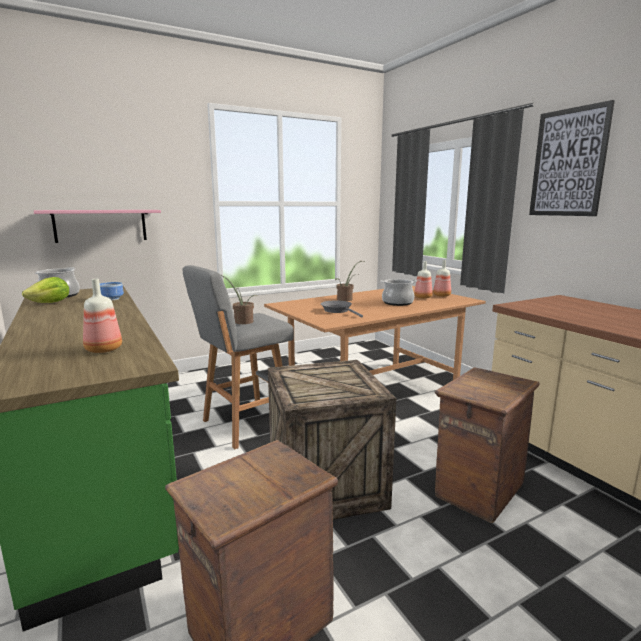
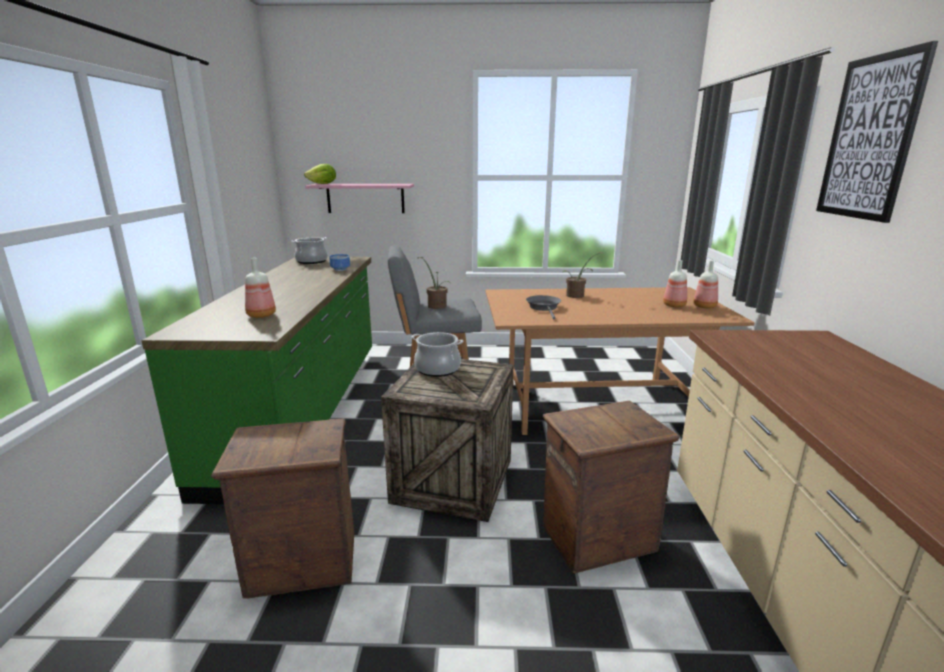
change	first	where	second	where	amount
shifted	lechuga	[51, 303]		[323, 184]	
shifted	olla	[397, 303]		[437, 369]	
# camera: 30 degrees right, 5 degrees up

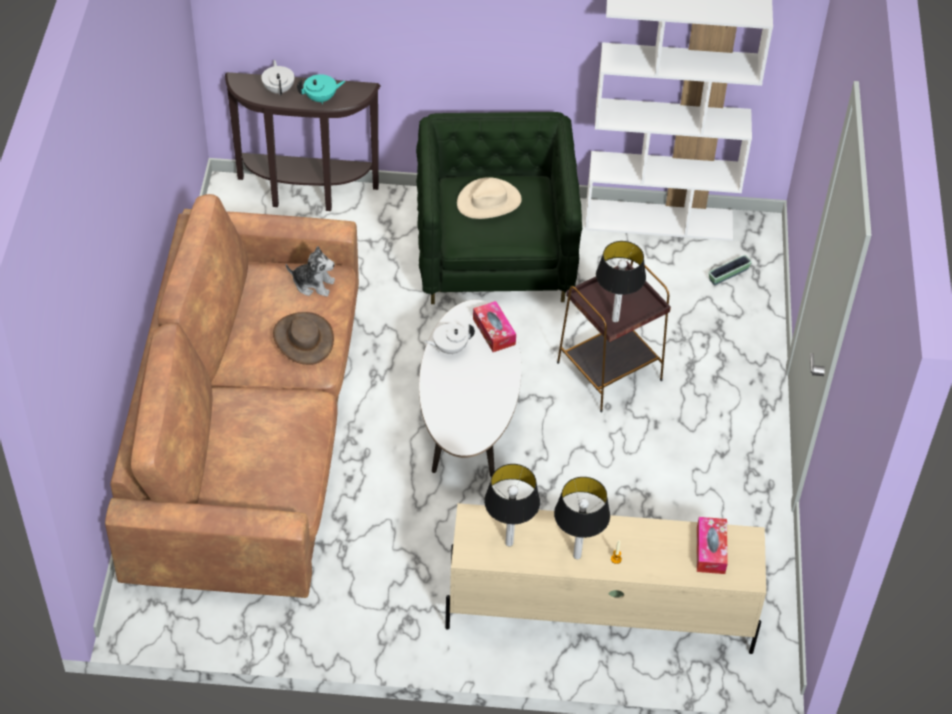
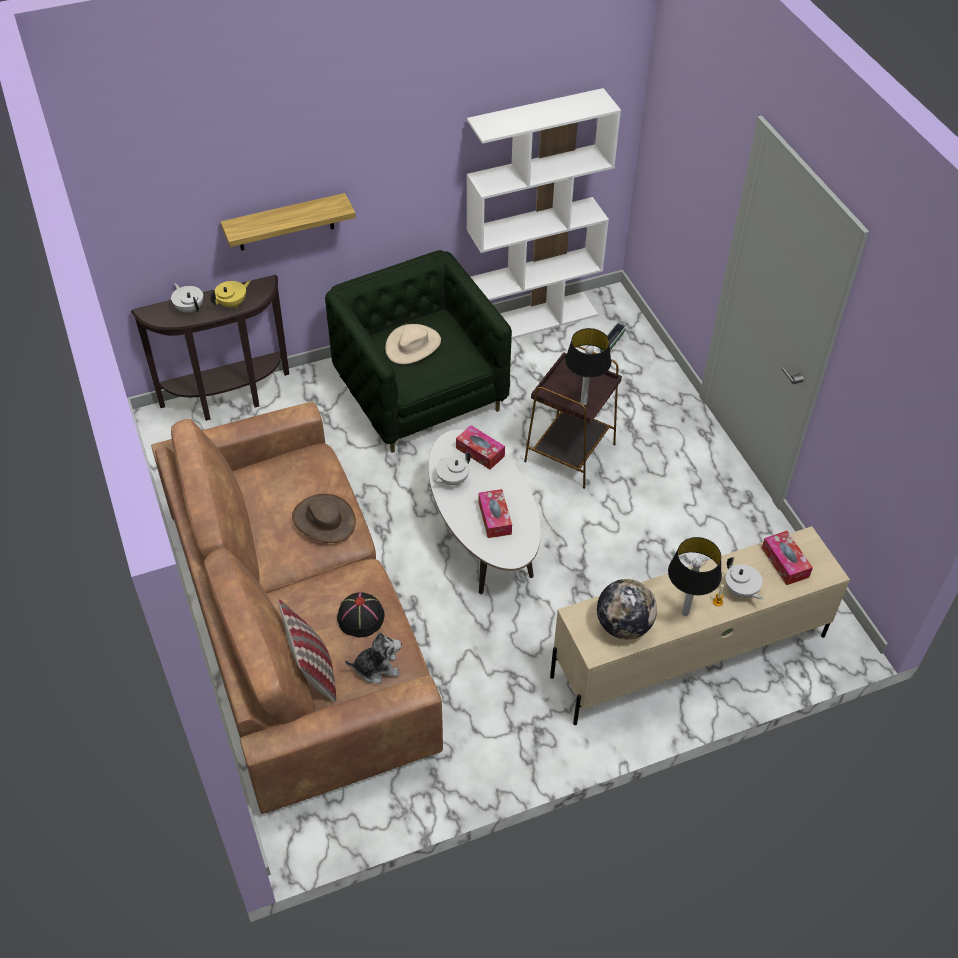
change	first	where	second	where	amount
repainted	tetera/turquesa	[321, 98]	tetera/amarillo	[233, 303]	
shifted	peluche	[313, 284]		[377, 668]	
swapped	lámpara de mesa	[510, 543]	globo terráqueo	[623, 625]	
new			estante	[285, 223]	
new			caja de pañuelos	[494, 518]	
new			tetera/blanco	[740, 591]	
new			sombrero/negro	[360, 618]	
new			cojín	[313, 670]	
# camera: 25 degrees left, 0 degrees up

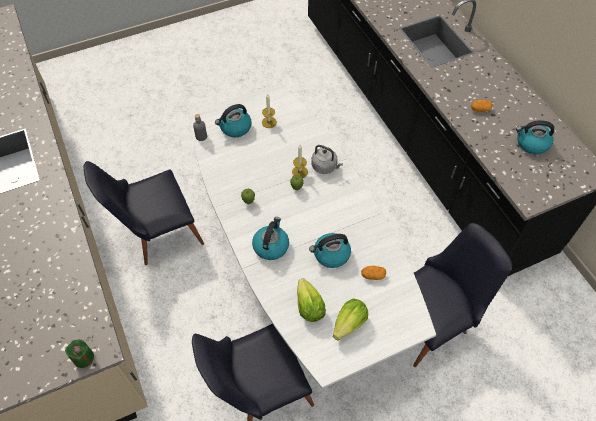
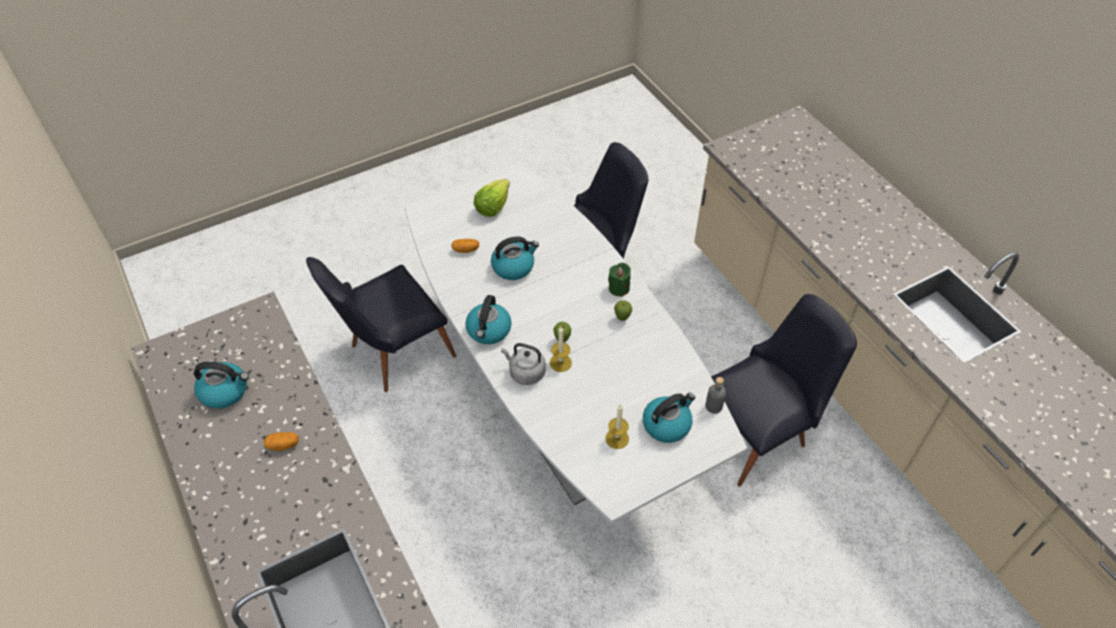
change	first	where	second	where	amount
shifted	hervidor	[271, 246]		[489, 330]	
gone	lechuga	[309, 307]			
shifted	vela/verde	[83, 358]		[619, 288]	
# camera: 175 degrees right, 5 degrees down

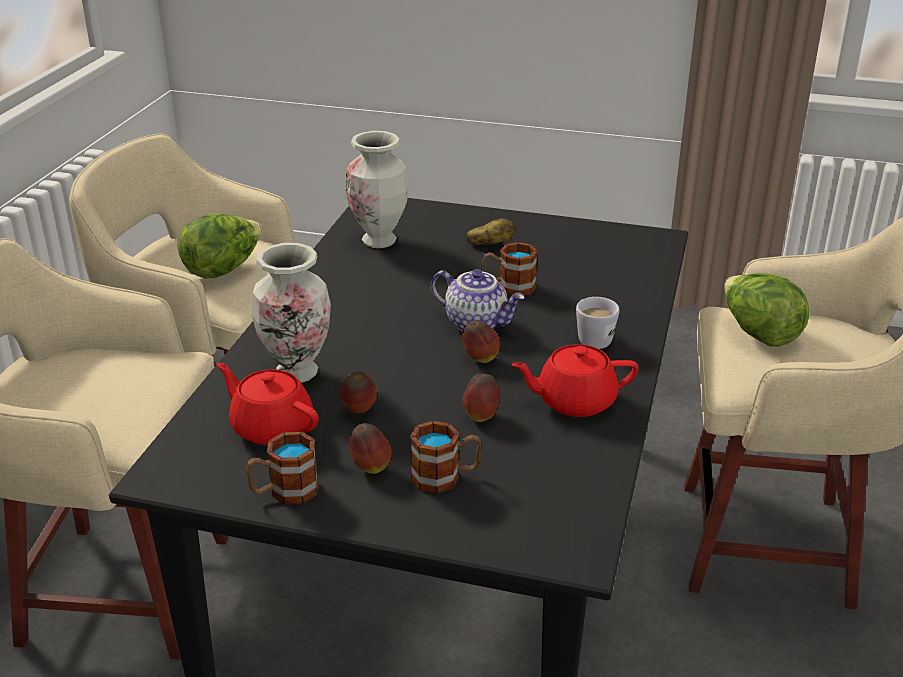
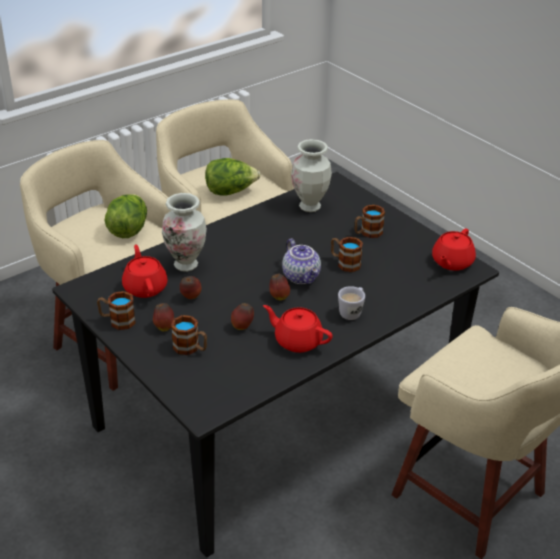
change	first	where	second	where	amount
swapped	patata	[490, 244]	taza grande	[367, 233]	
shifted	lechuga	[758, 333]		[128, 229]	
new			tetera/rojo	[451, 262]	
# camera: 35 degrees right, 5 degrees up

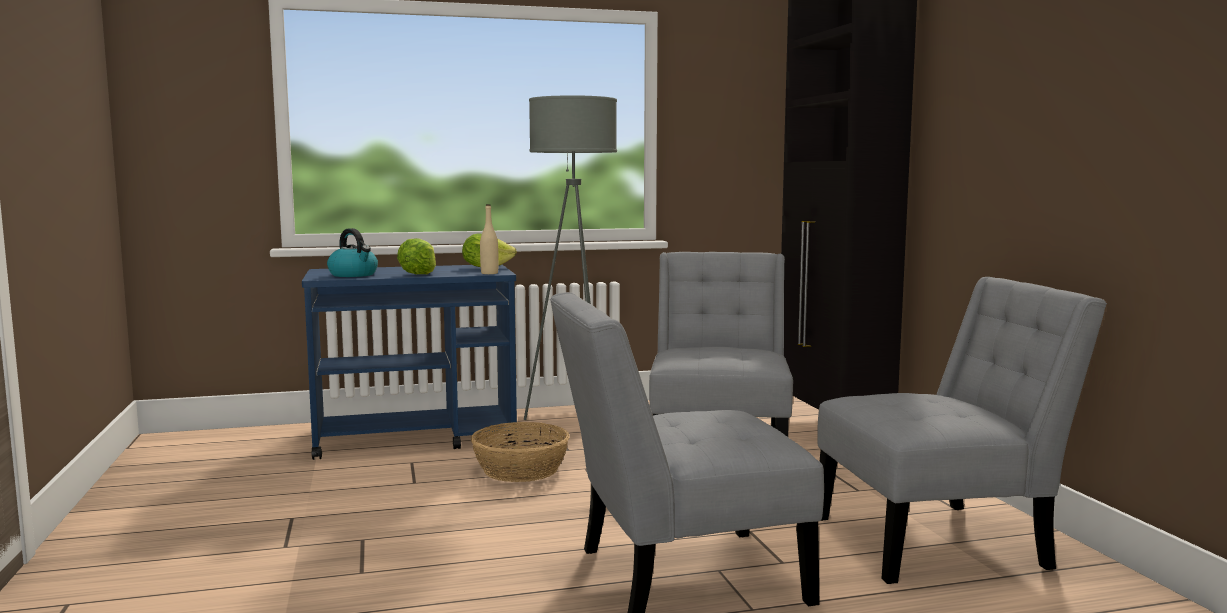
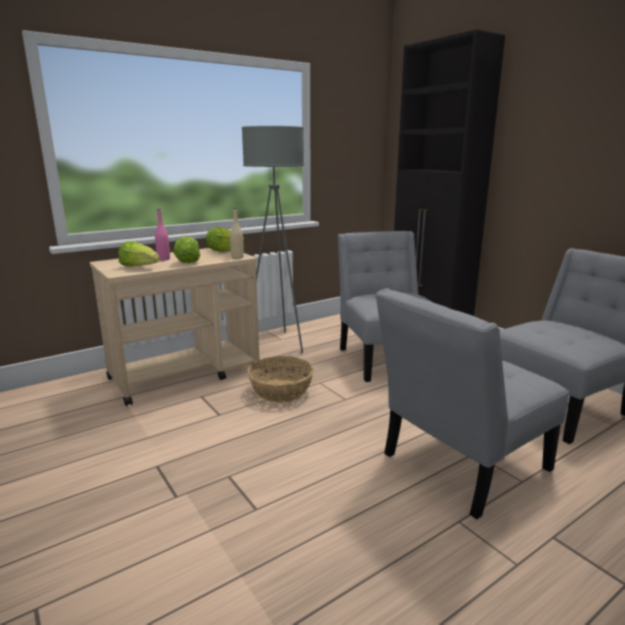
change	first	where	second	where	amount
swapped	hervidor	[354, 275]	lechuga	[139, 267]	
repainted	carrito/azul	[417, 438]	carrito/beis	[186, 374]	
new			botella/rosa	[163, 259]	
# camera: 20 degrees left, 10 degrees up

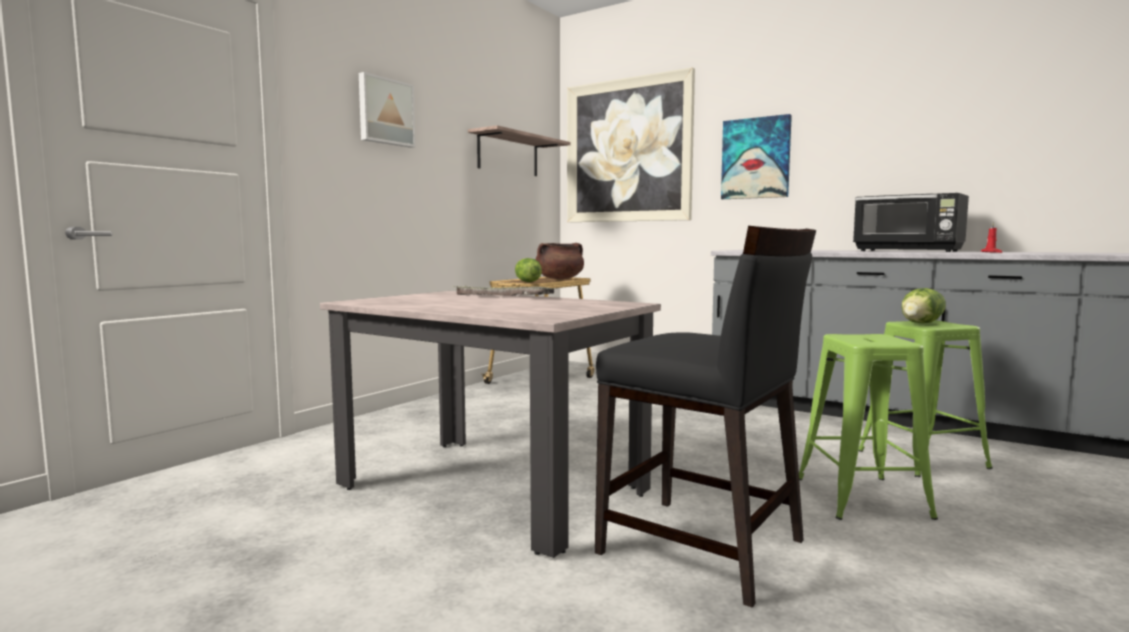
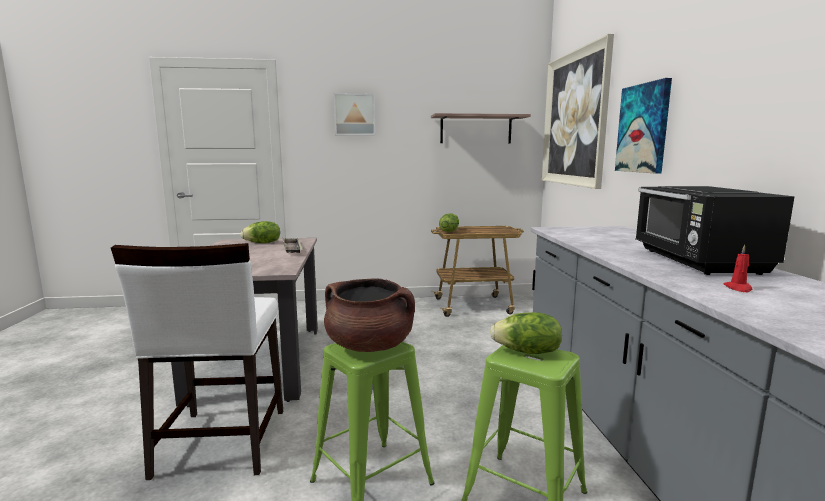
change	first	where	second	where	amount
repainted	silla/negro	[702, 548]	silla/blanco	[220, 442]	
shifted	olla/marrón	[559, 279]		[369, 346]	
new			lechuga	[262, 243]	
# camera: 50 degrees right, 5 degrees up

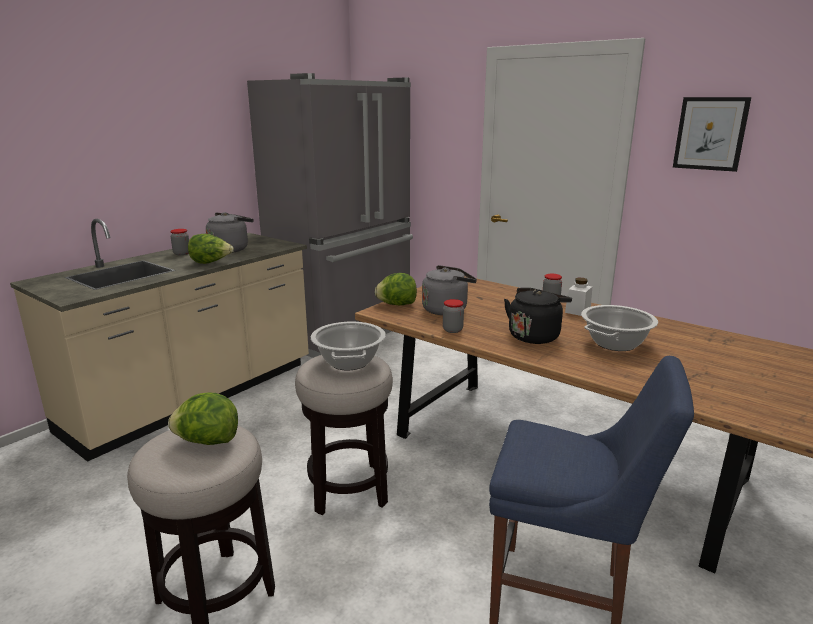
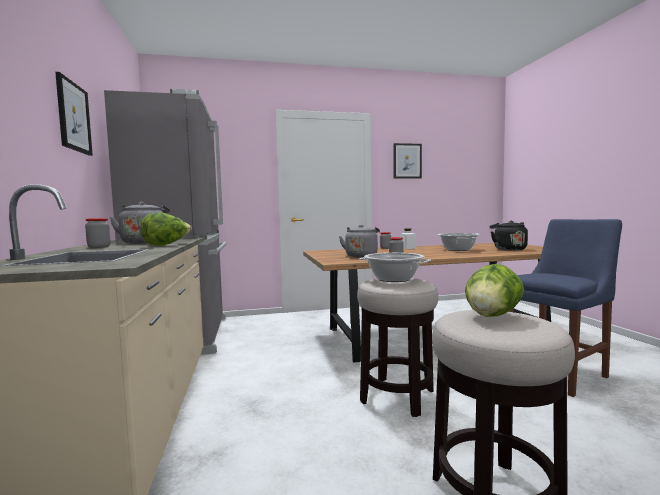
change	first	where	second	where	amount
gone	lechuga	[397, 304]			
shifted	hervidor/negro	[535, 336]		[508, 249]	
new			cuadro	[73, 117]	
# camera: 50 degrees left, 15 degrees down

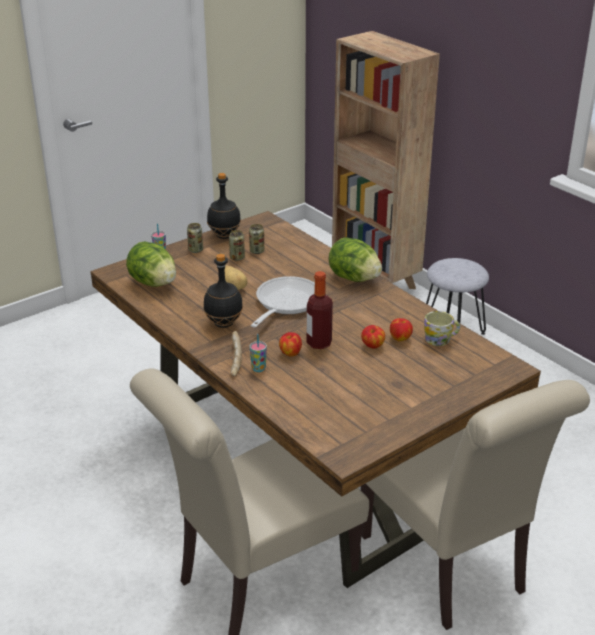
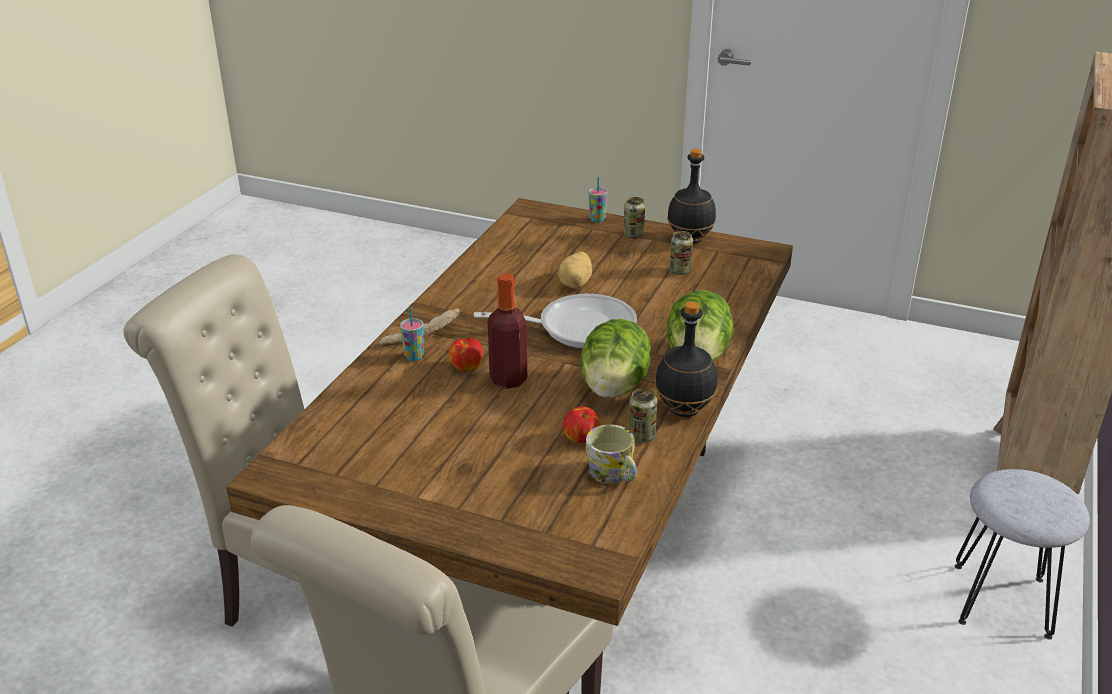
change	first	where	second	where	amount
shifted	lata	[237, 257]		[641, 436]	
shifted	lechuga	[153, 283]		[614, 388]	
shifted	botella/negro	[223, 323]		[683, 409]	
gone	manzana	[372, 346]			
# camera: 60 degrees right, 0 degrees up

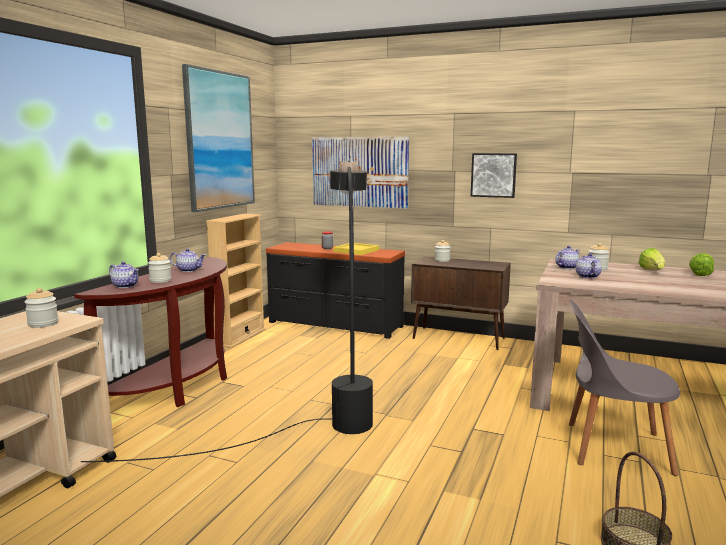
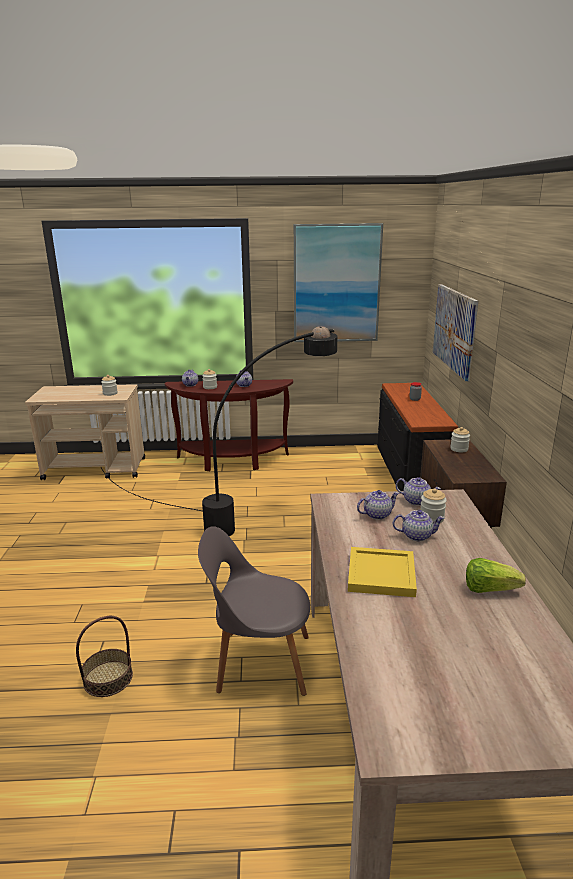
change	first	where	second	where	amount
gone	cuadro	[493, 175]			
gone	estantería/beis	[240, 337]			
shifted	bandeja/amarillo	[356, 251]		[380, 575]	
gone	lechuga	[652, 271]			
rotated	silla/gris	[612, 447]		[259, 662]	75 degrees counterclockwise
new			tetera	[417, 535]	
# camera: 65 degrees right, 10 degrees up

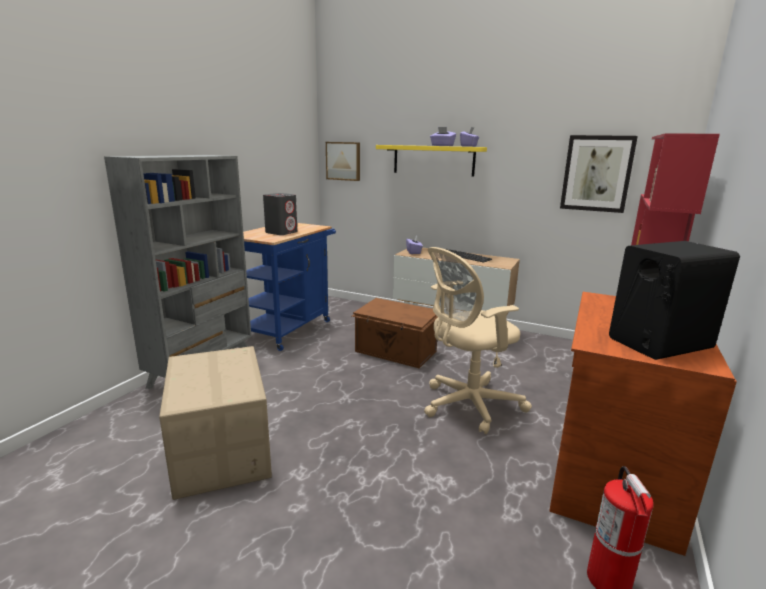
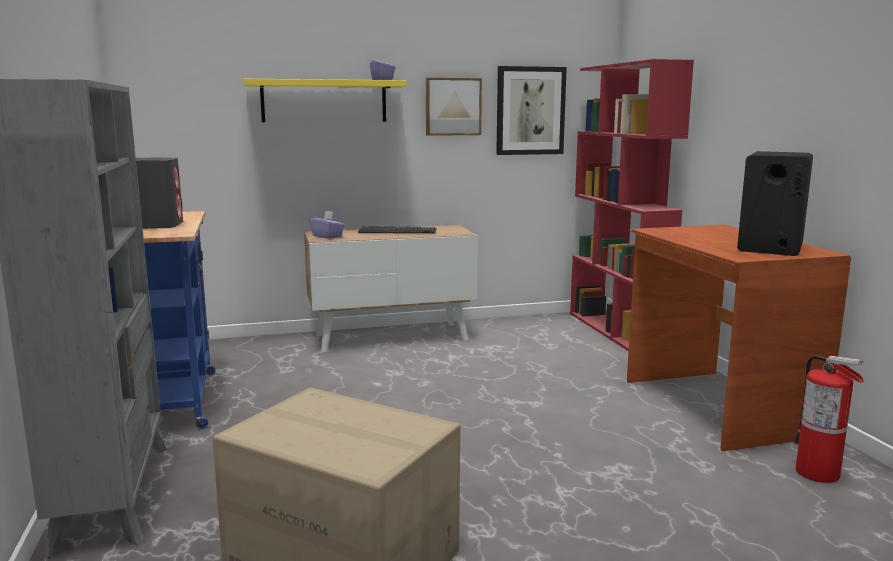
change	first	where	second	where	amount
gone	caja de pañuelos/morado	[442, 145]			
shifted	cuadro	[343, 161]		[452, 106]	
gone	silla de oficina/beis	[467, 405]			
gone	caja de almacenaje/marrón	[395, 352]			
# camera: 40 degrees left, 5 degrees down

